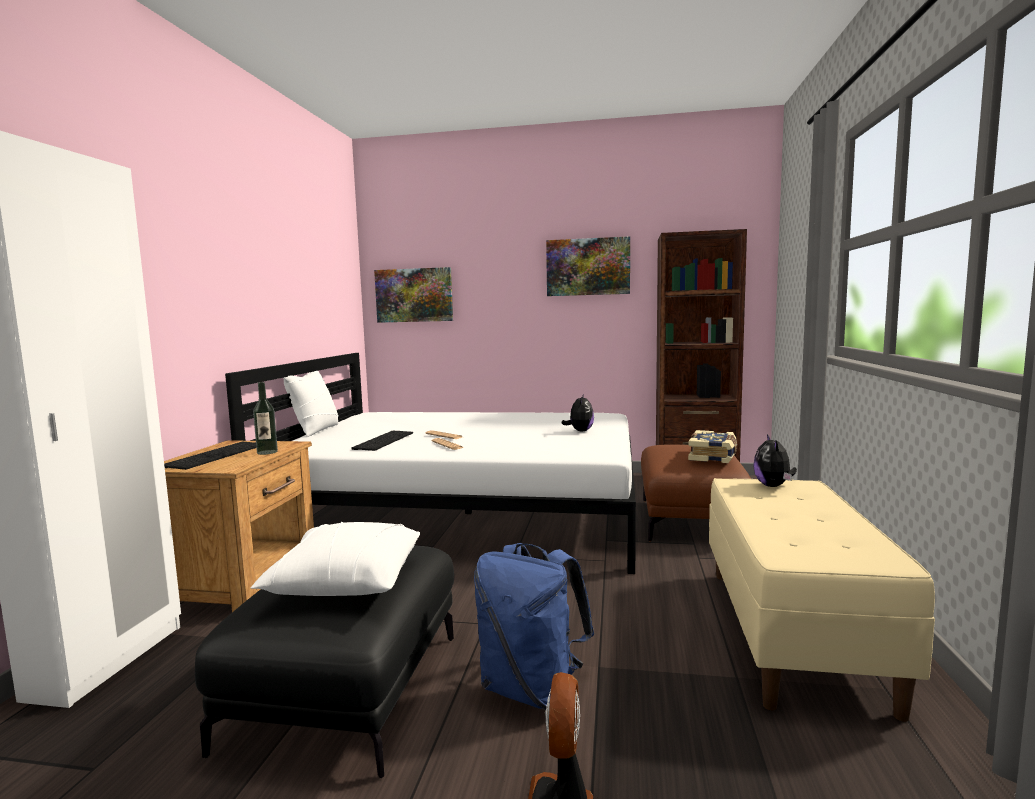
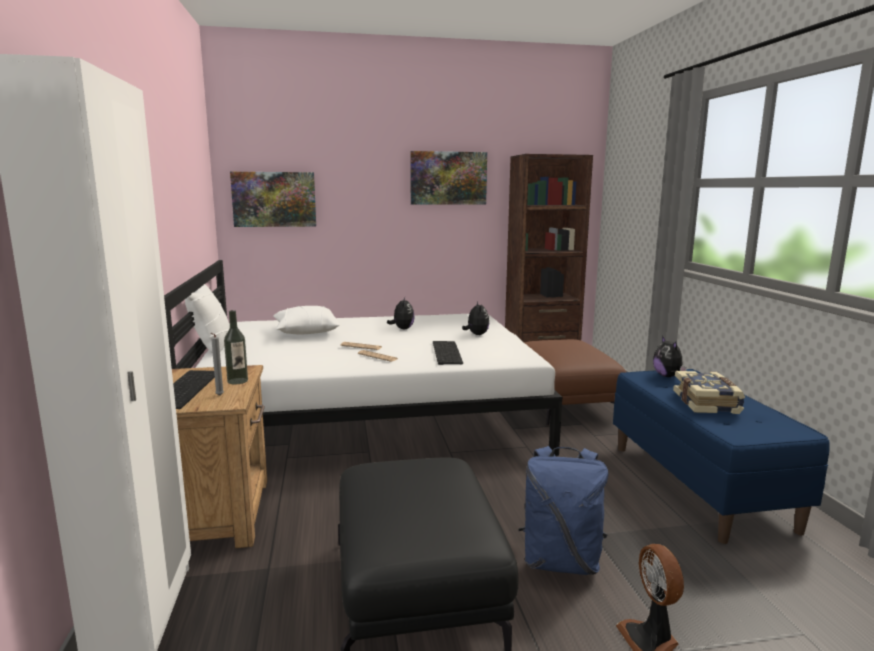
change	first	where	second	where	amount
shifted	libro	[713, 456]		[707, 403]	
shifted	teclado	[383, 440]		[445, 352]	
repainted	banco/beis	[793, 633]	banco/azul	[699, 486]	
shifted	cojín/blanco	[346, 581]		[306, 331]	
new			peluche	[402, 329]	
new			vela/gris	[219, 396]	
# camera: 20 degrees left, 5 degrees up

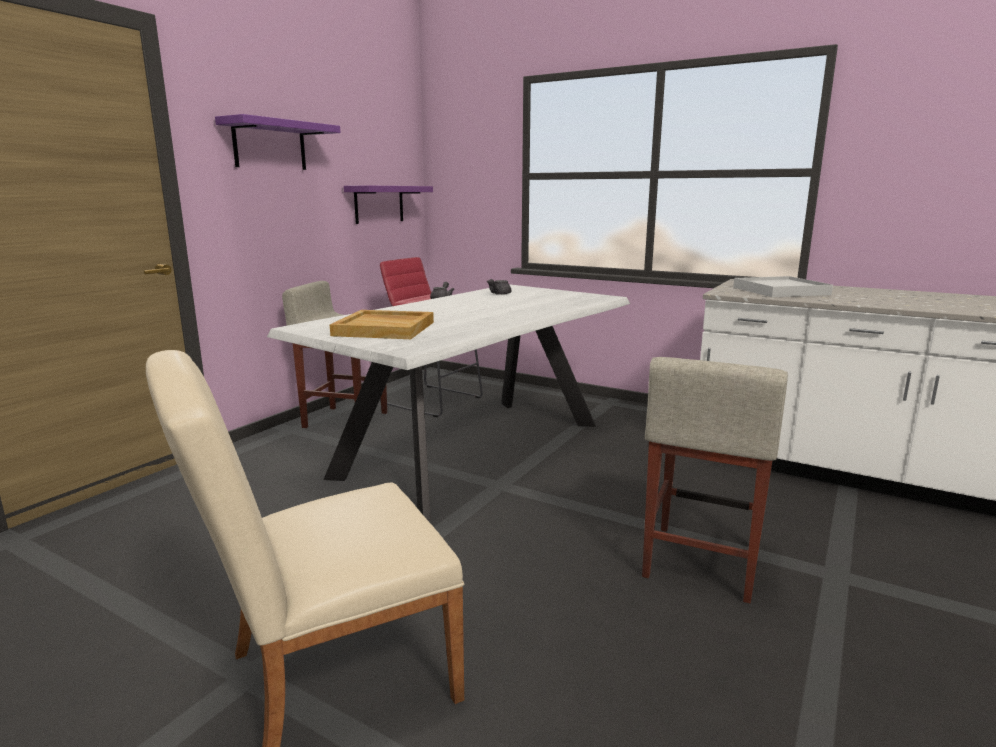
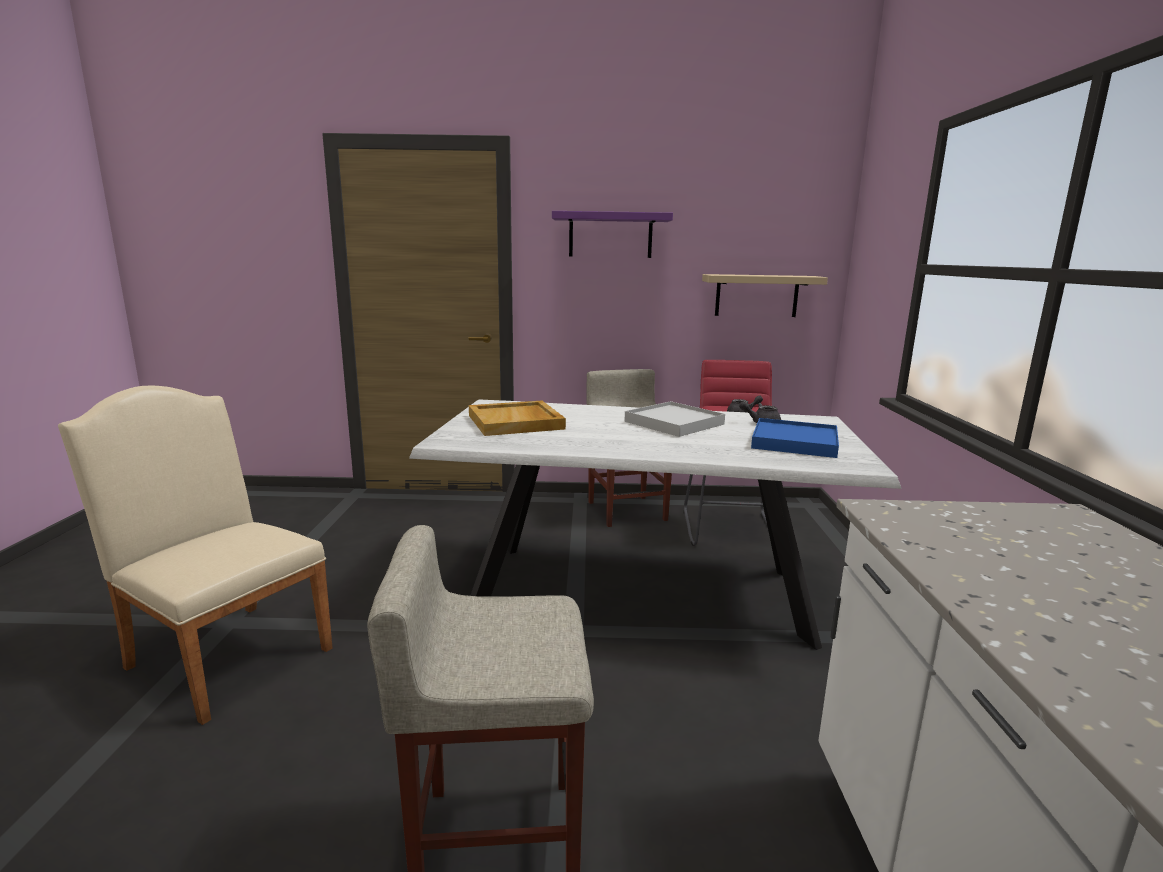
change	first	where	second	where	amount
repainted	estante/morado	[379, 204]	estante/beis	[756, 295]	
shifted	bandeja/blanco	[780, 291]		[674, 423]	
new			bandeja/azul	[795, 442]	
# camera: 60 degrees right, 0 degrees up

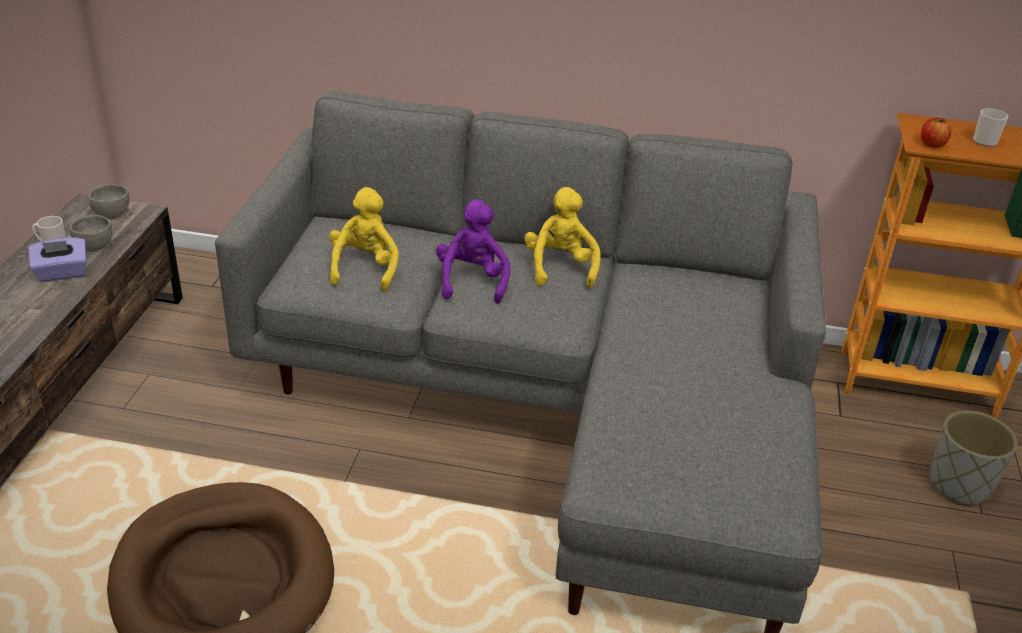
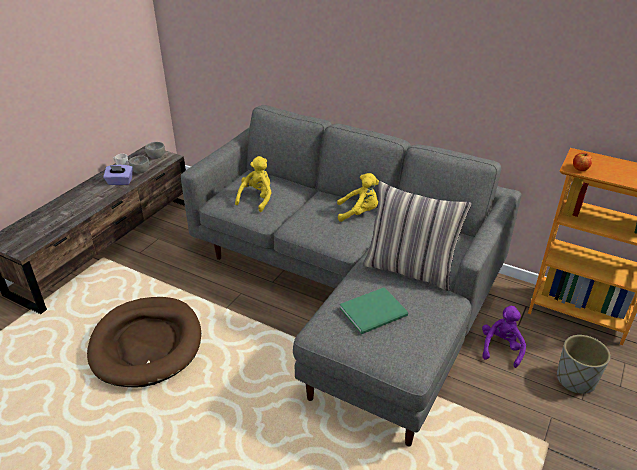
change	first	where	second	where	amount
gone	taza grande	[984, 140]			
rotated	peluche/amarillo	[560, 267]		[359, 213]	75 degrees clockwise
shifted	peluche/morado	[472, 281]		[501, 348]	
new			cojín	[410, 269]	
new			libro/verde	[375, 312]	
# camera: 20 degrees right, 0 degrees up

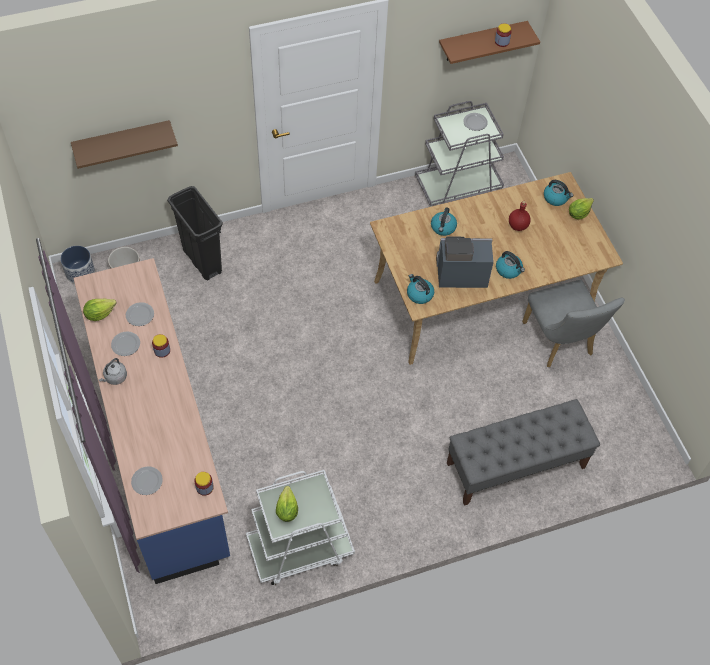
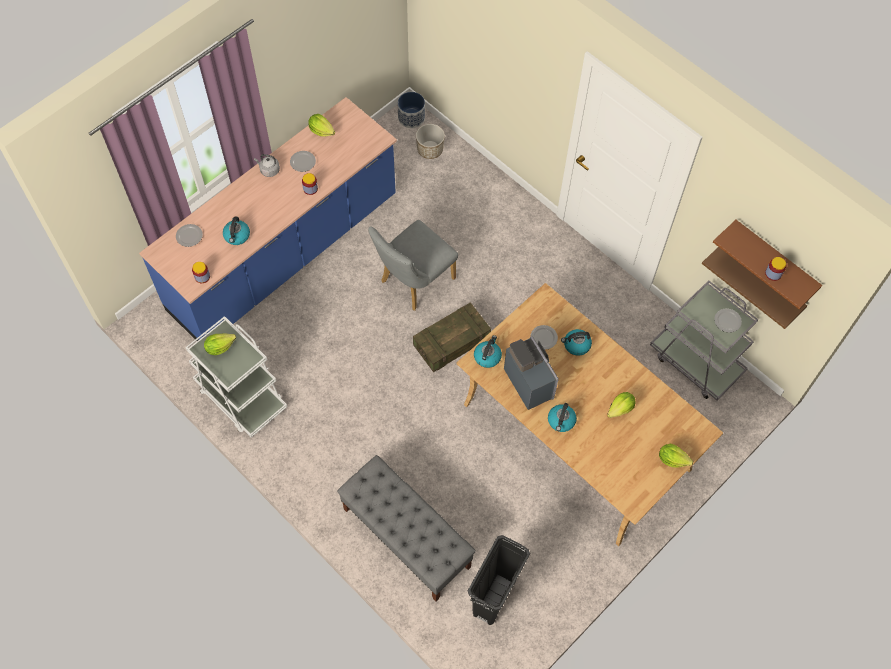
change	first	where	second	where	amount
shifted	estante/marrón	[122, 141]		[761, 281]	
shifted	hervidor	[556, 198]		[237, 236]	
shifted	papelera/negro	[203, 262]		[494, 598]	
swapped	botella/rojo	[517, 225]	lechuga	[620, 409]	
shifted	silla/gris	[560, 343]		[413, 282]	
shifted	plato	[140, 314]		[544, 338]	
new			caja de embalaje	[452, 343]	
# camera: 65 degrees right, 5 degrees up

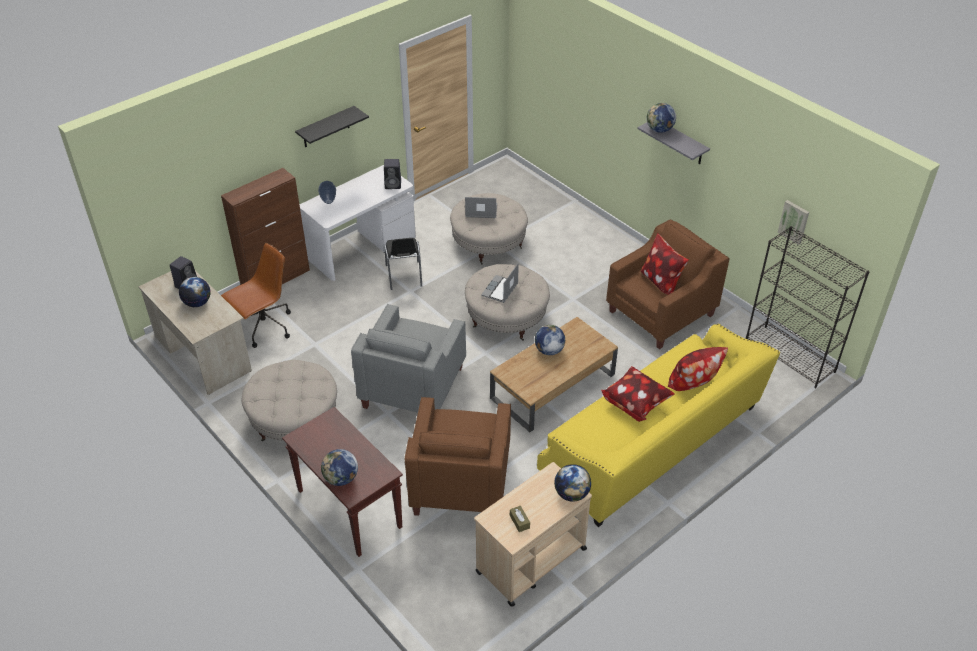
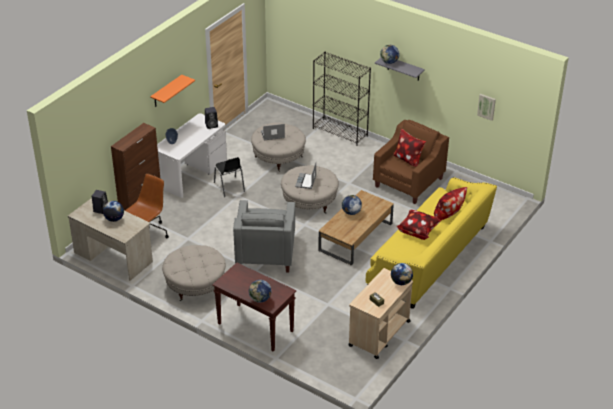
change	first	where	second	where	amount
repainted	estante/negro	[326, 127]	estante/naranja	[166, 91]	
shifted	estantería/negro	[790, 356]		[340, 132]	
gone	sillón/marrón	[460, 482]			
# camera: 15 degrees left, 5 degrees down

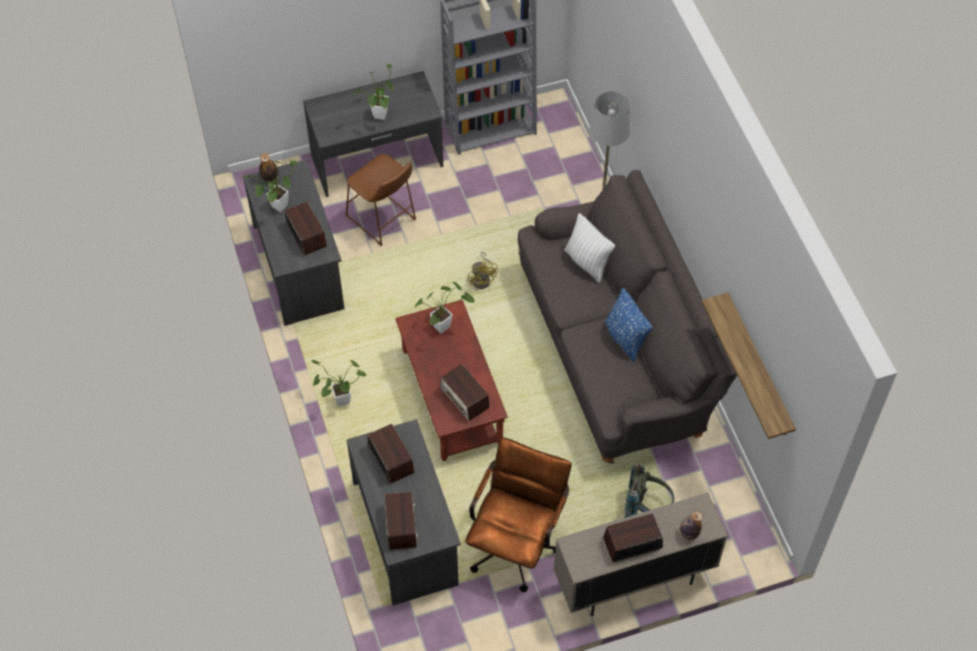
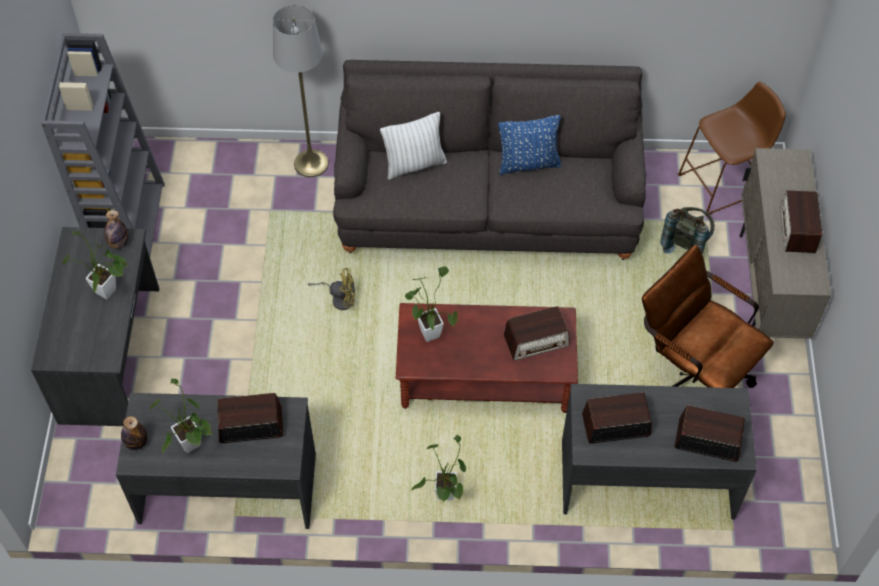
change	first	where	second	where	amount
shifted	taburete/marrón	[383, 220]		[723, 184]	
gone	estante	[758, 367]			
shifted	botella	[689, 533]		[118, 243]	
# camera: 70 degrees left, 0 degrees up

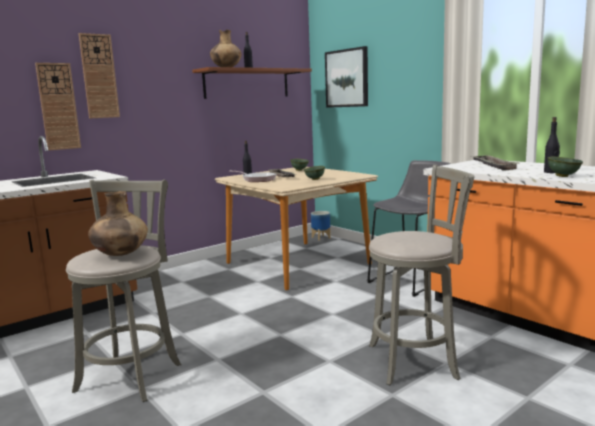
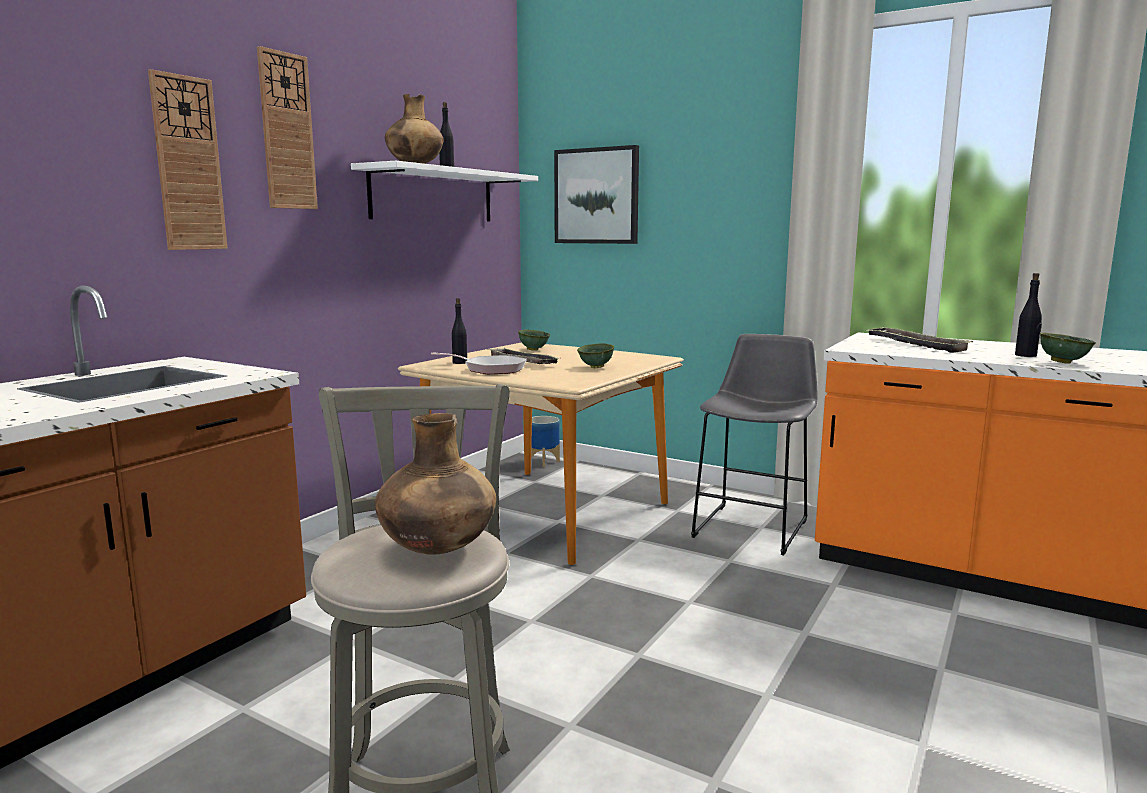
change	first	where	second	where	amount
shifted	reloj de pared	[58, 106]		[287, 132]	
repainted	estante/marrón	[247, 84]	estante/blanco	[433, 196]	
gone	taburete/gris	[417, 361]			
# camera: 20 degrees left, 0 degrees up

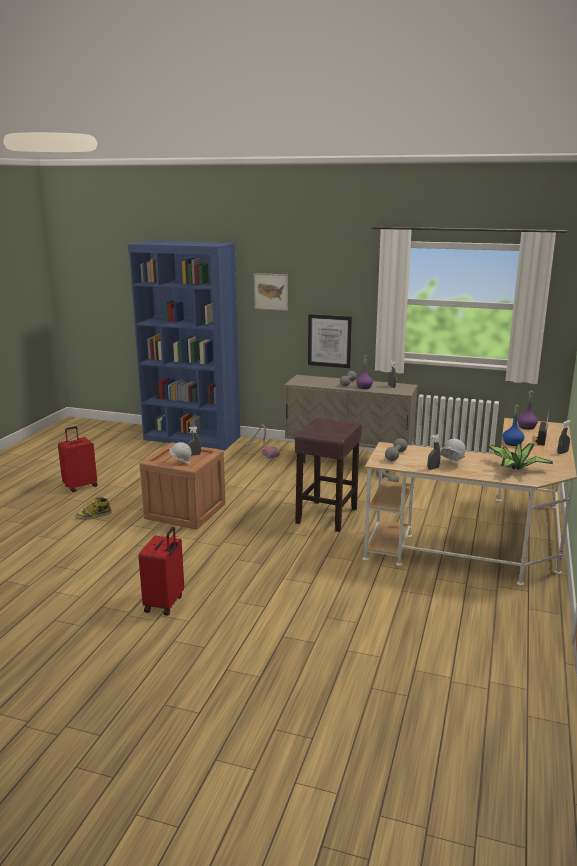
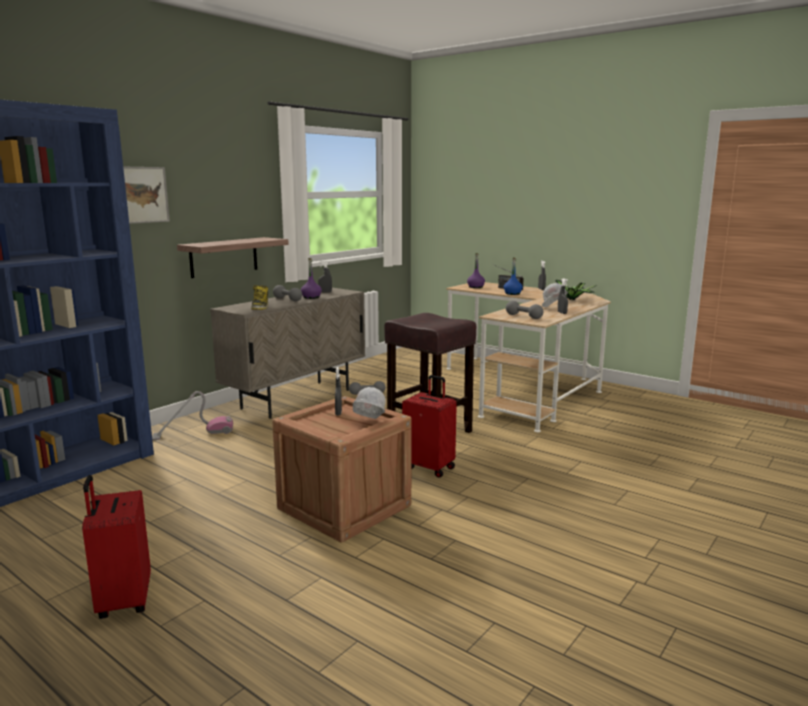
change	first	where	second	where	amount
swapped	cuadro	[329, 341]	estante	[224, 257]	
shifted	bota	[93, 516]		[260, 307]	
shifted	maleta/rojo	[165, 604]		[430, 467]	
# camera: 70 degrees left, 5 degrees down

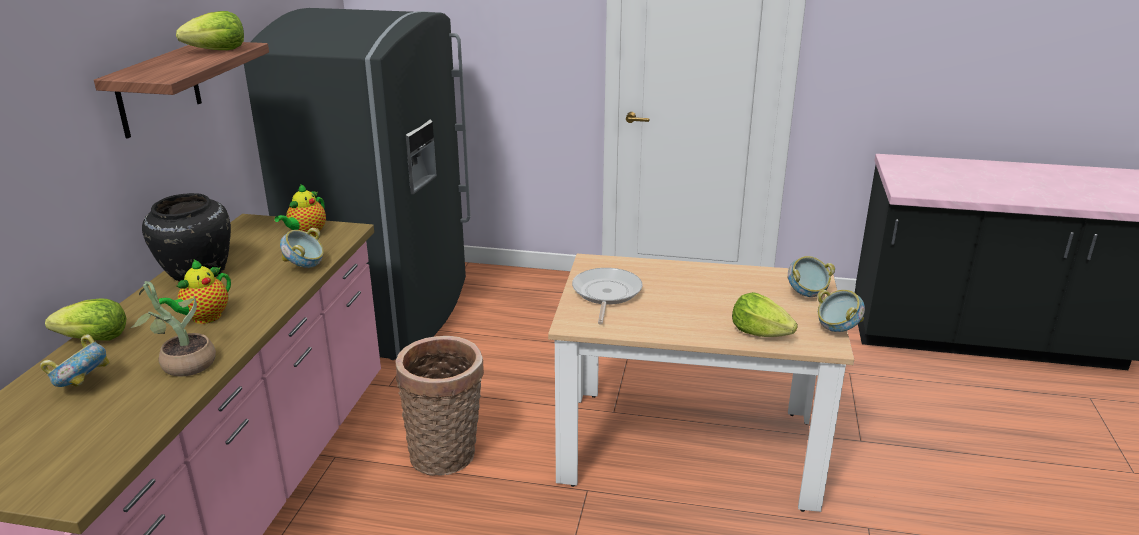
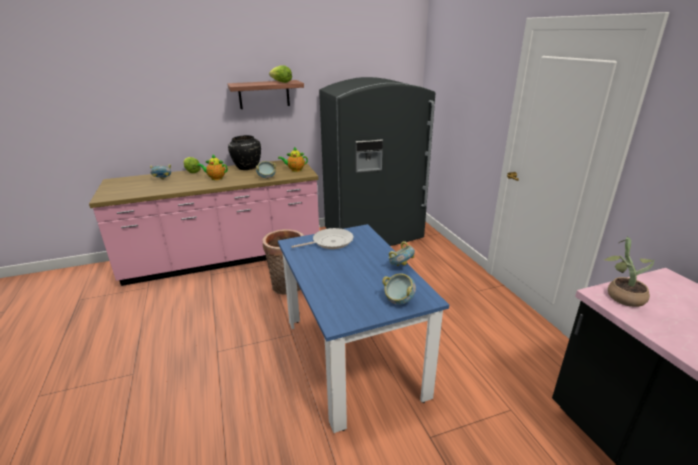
change	first	where	second	where	amount
repainted	mesa de comedor/beis	[688, 448]	mesa de comedor/azul	[352, 357]	
shifted	planta en maceta	[182, 364]		[621, 296]	
shifted	cuenco	[837, 329]		[400, 266]	
gone	lechuga	[759, 333]			
# camera: 60 degrees right, 0 degrees up

